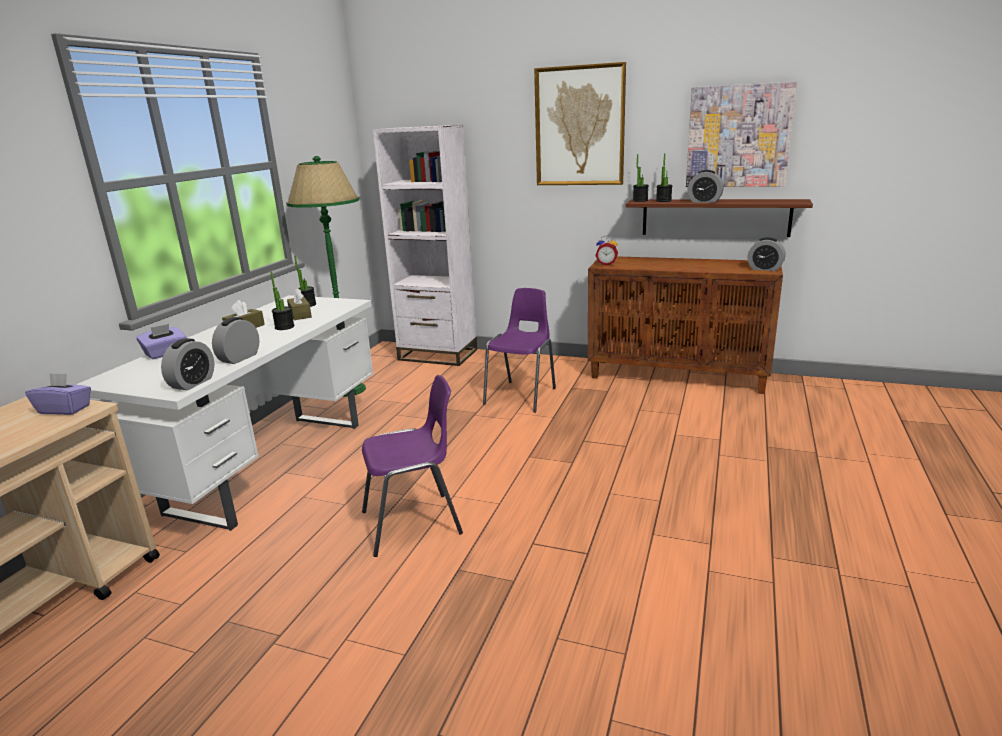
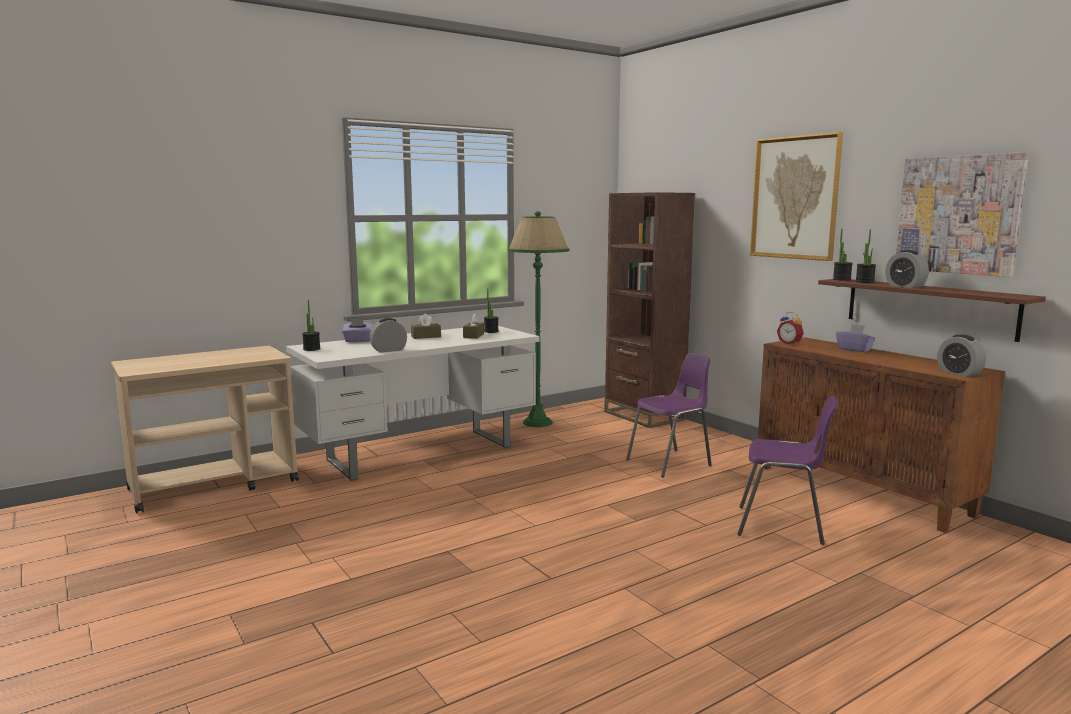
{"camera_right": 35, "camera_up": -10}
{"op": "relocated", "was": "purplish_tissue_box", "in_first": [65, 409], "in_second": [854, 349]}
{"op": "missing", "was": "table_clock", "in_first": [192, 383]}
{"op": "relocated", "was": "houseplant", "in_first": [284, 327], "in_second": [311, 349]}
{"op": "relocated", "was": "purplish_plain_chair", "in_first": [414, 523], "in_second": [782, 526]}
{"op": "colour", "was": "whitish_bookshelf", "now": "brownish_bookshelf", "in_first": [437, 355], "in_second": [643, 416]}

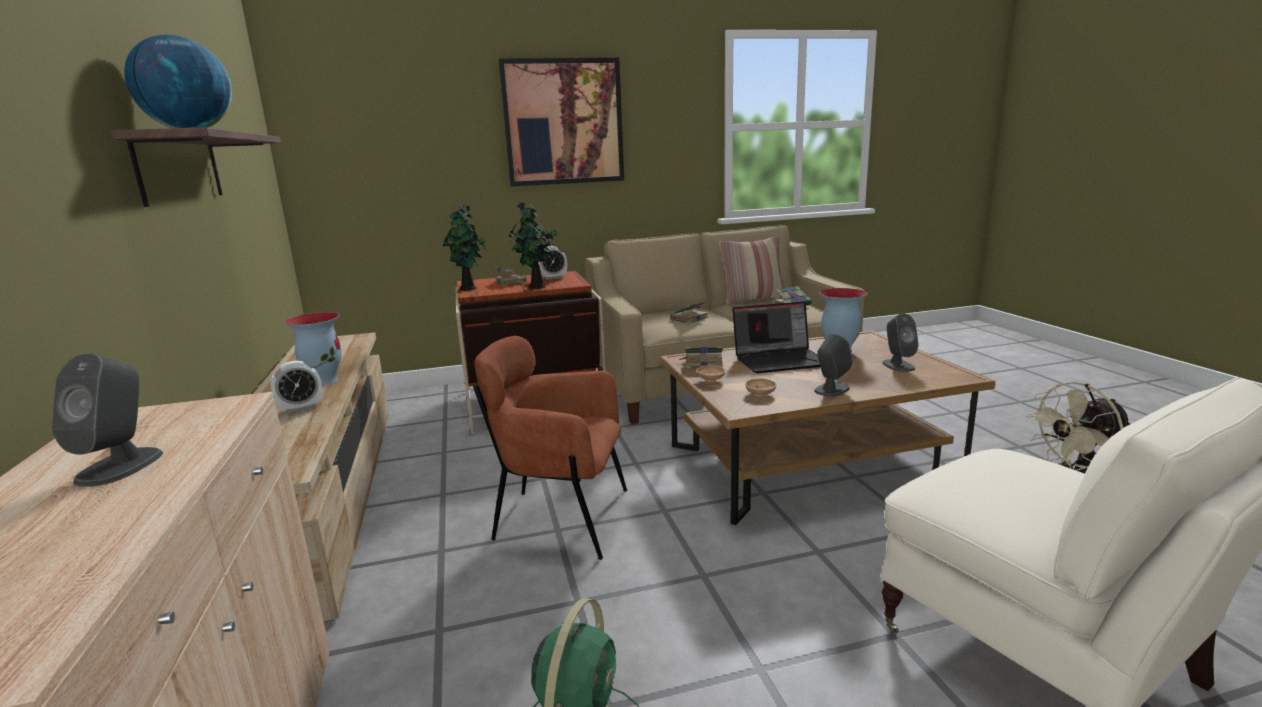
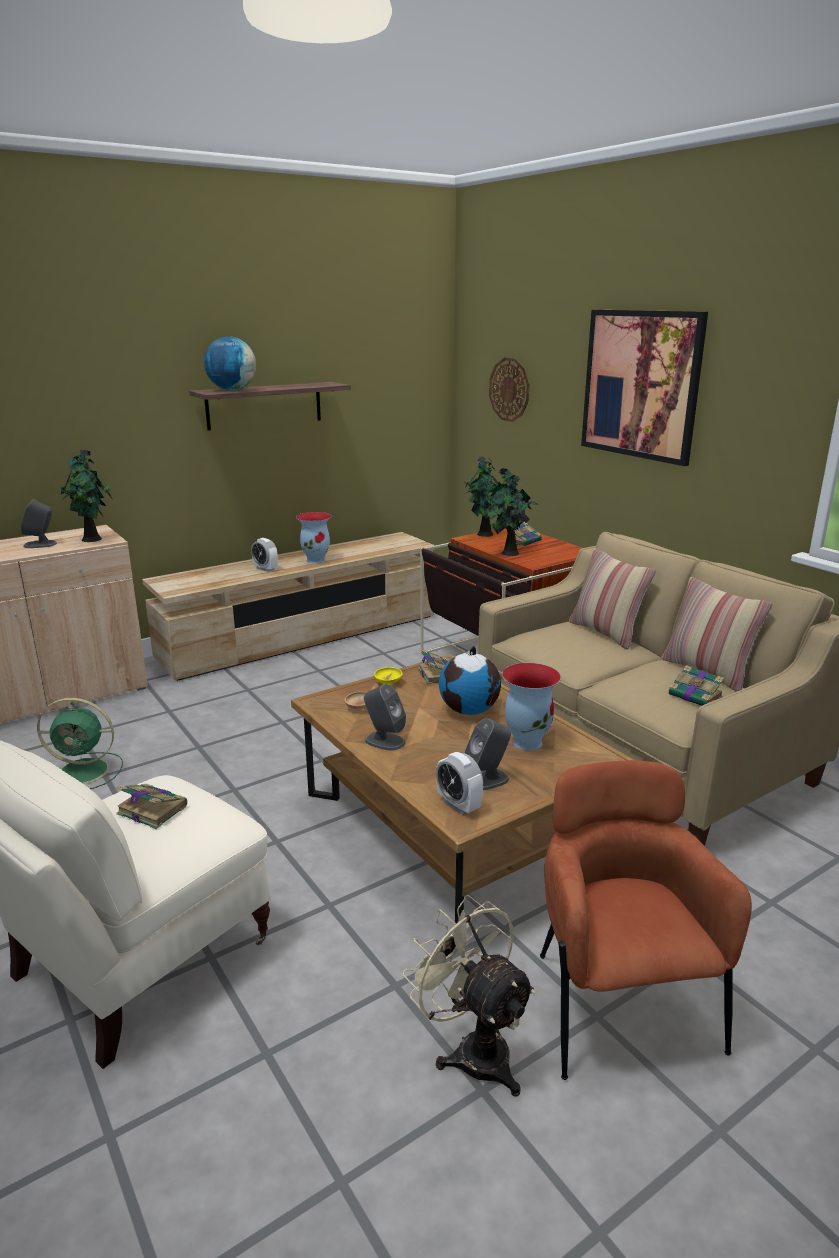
{"camera_right": 70, "camera_up": 5}
{"op": "relocated", "was": "brownish_lounge_chair", "in_first": [561, 518], "in_second": [617, 1004]}
{"op": "relocated", "was": "table_clock", "in_first": [553, 278], "in_second": [458, 805]}
{"op": "relocated", "was": "bound_book", "in_first": [688, 319], "in_second": [151, 809]}
{"op": "colour", "was": "brownish_serving_bowl", "now": "yellowish_serving_bowl", "in_first": [711, 380], "in_second": [388, 682]}
{"op": "exchanged", "was": "laptop", "now": "desk_globe", "in_first": [780, 360], "in_second": [469, 711]}
{"op": "appeared", "now": "houseplant", "in_second": [93, 539]}
{"op": "appeared", "now": "wall_clock", "in_second": [509, 389]}
{"op": "appeared", "now": "pillow", "in_second": [606, 633]}

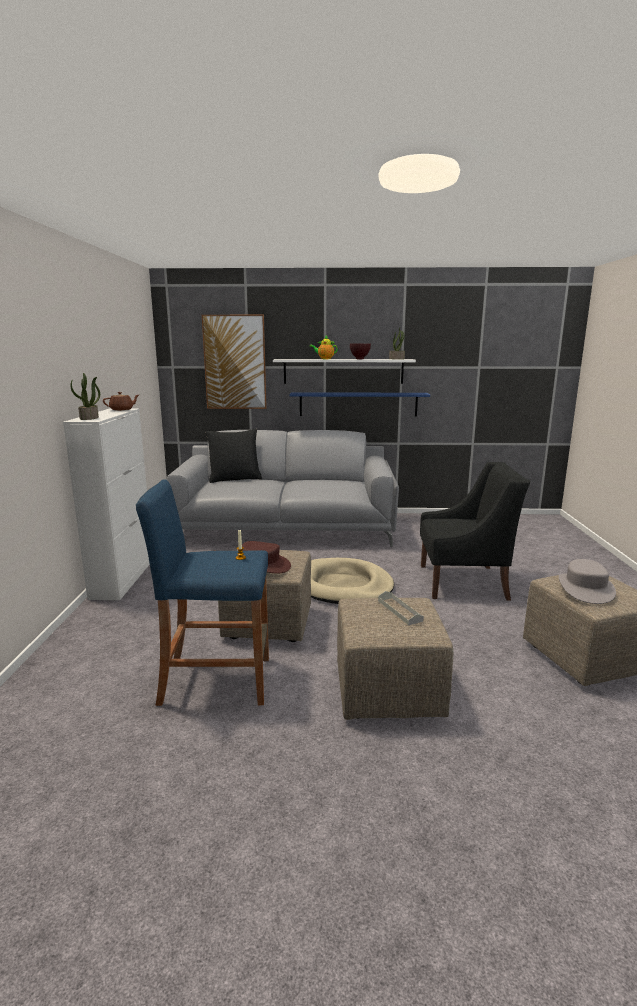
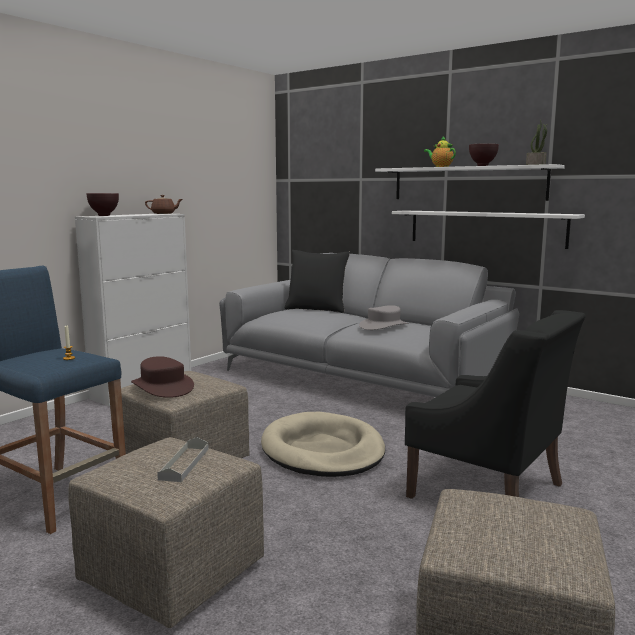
{"camera_right": 35, "camera_up": -5}
{"op": "exchanged", "was": "houseplant", "now": "brownish_serving_bowl", "in_first": [89, 418], "in_second": [103, 215]}
{"op": "missing", "was": "wall_picture", "in_first": [235, 362]}
{"op": "colour", "was": "blue-coloured_bracket_shelf", "now": "whitish_bracket_shelf", "in_first": [358, 404], "in_second": [485, 228]}
{"op": "relocated", "was": "grey_wearable_hat", "in_first": [585, 588], "in_second": [383, 326]}

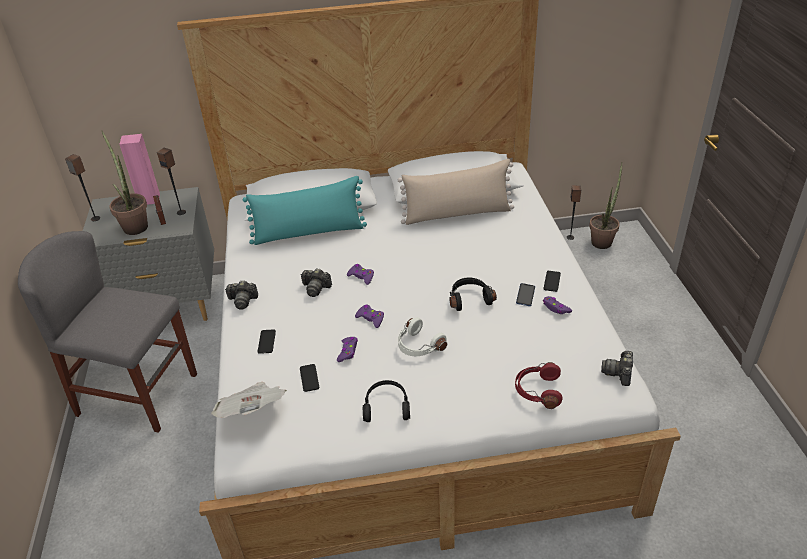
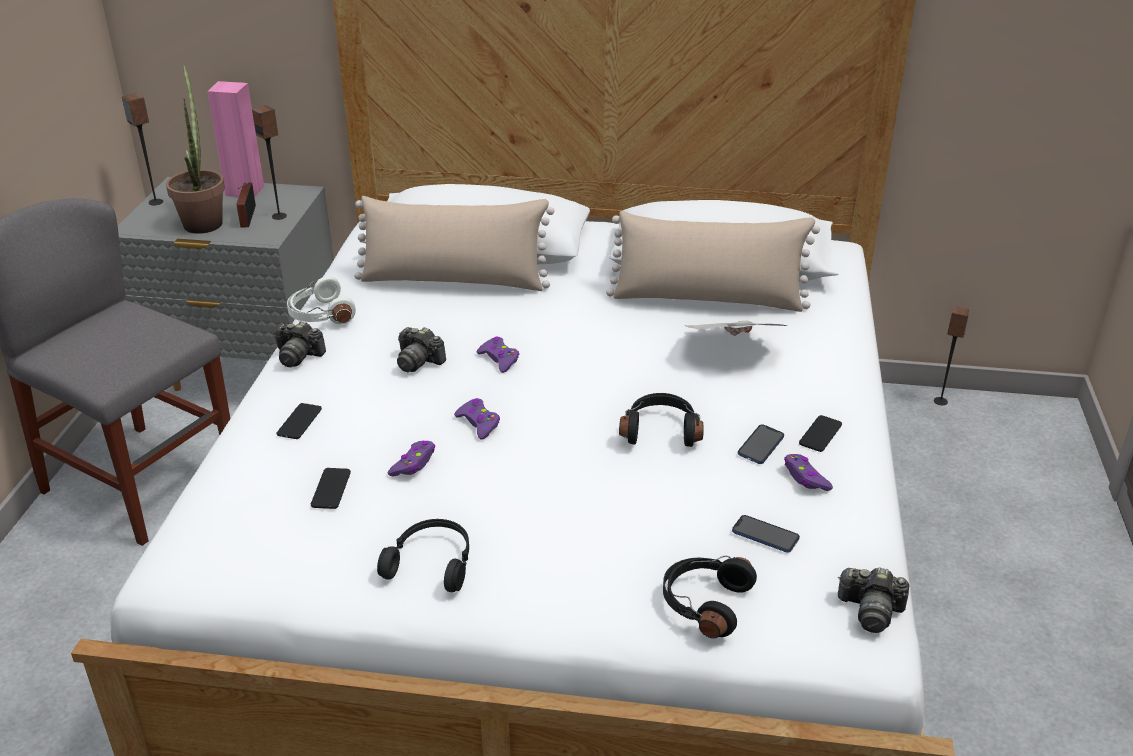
{"camera_right": 15, "camera_up": -5}
{"op": "relocated", "was": "printed_paper", "in_first": [253, 412], "in_second": [732, 349]}
{"op": "colour", "was": "turquoise-coloured_pillow", "now": "sand-coloured_pillow", "in_first": [309, 233], "in_second": [454, 281]}
{"op": "relocated", "was": "whitish_pair_of_headphones", "in_first": [418, 346], "in_second": [320, 315]}
{"op": "colour", "was": "red_pair_of_headphones", "now": "blackish_pair_of_headphones", "in_first": [537, 391], "in_second": [704, 603]}
{"op": "missing", "was": "houseplant", "in_first": [603, 240]}
{"op": "spun", "was": "photo_camera", "in_first": [619, 373], "in_second": [870, 611], "clockwise": -105}
{"op": "appeared", "now": "handset", "in_second": [765, 535]}

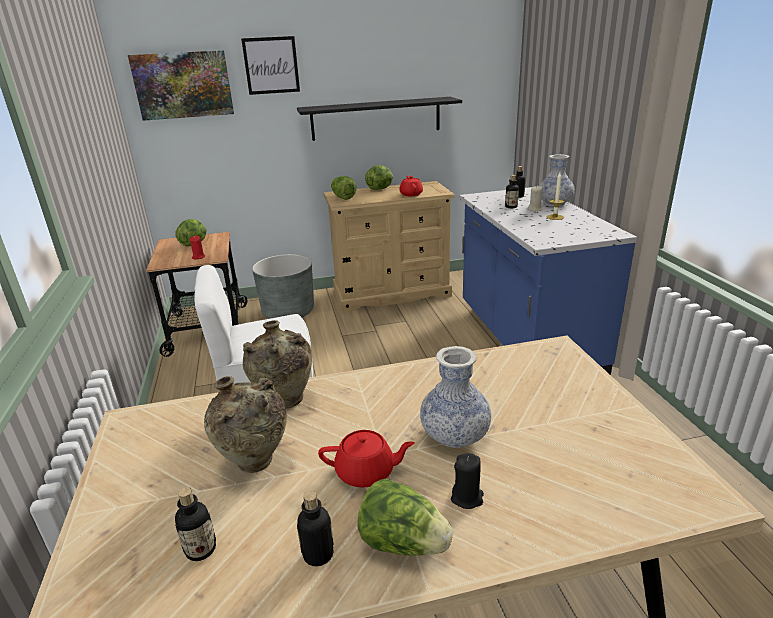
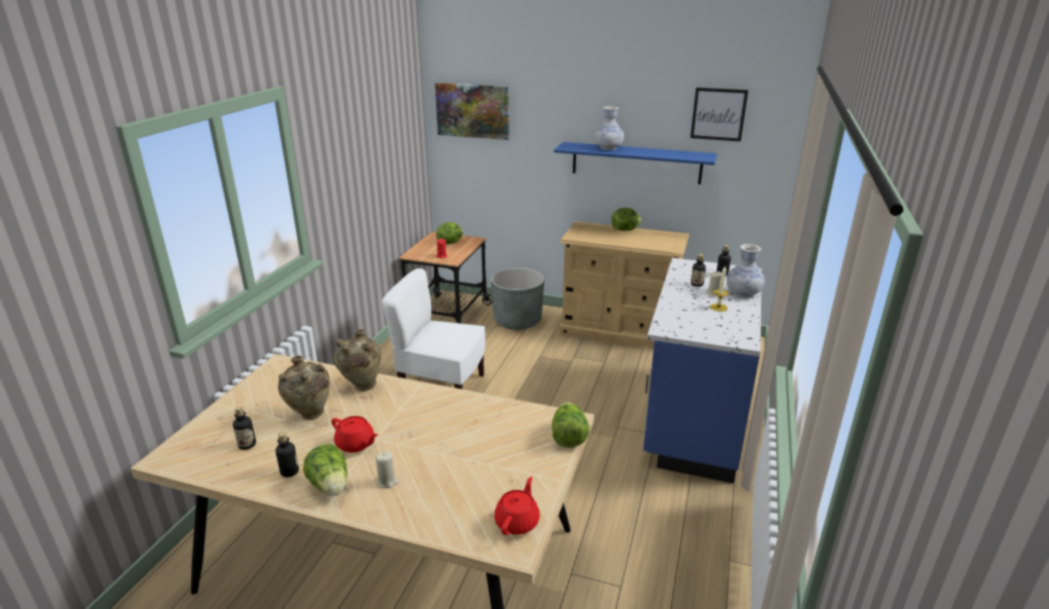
{"camera_right": 30, "camera_up": 0}
{"op": "relocated", "was": "wall_picture", "in_first": [271, 65], "in_second": [718, 114]}
{"op": "colour", "was": "blackish_bracket_shelf", "now": "blue-coloured_bracket_shelf", "in_first": [376, 118], "in_second": [636, 163]}
{"op": "relocated", "was": "lettuce_head", "in_first": [343, 197], "in_second": [568, 437]}
{"op": "relocated", "was": "red_tea_pot", "in_first": [411, 194], "in_second": [517, 521]}
{"op": "relocated", "was": "vase", "in_first": [455, 435], "in_second": [608, 148]}
{"op": "colour", "was": "blackish_candle", "now": "sand-coloured_candle", "in_first": [467, 498], "in_second": [387, 481]}

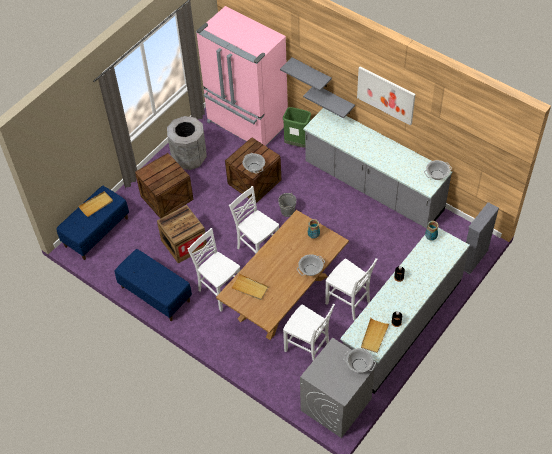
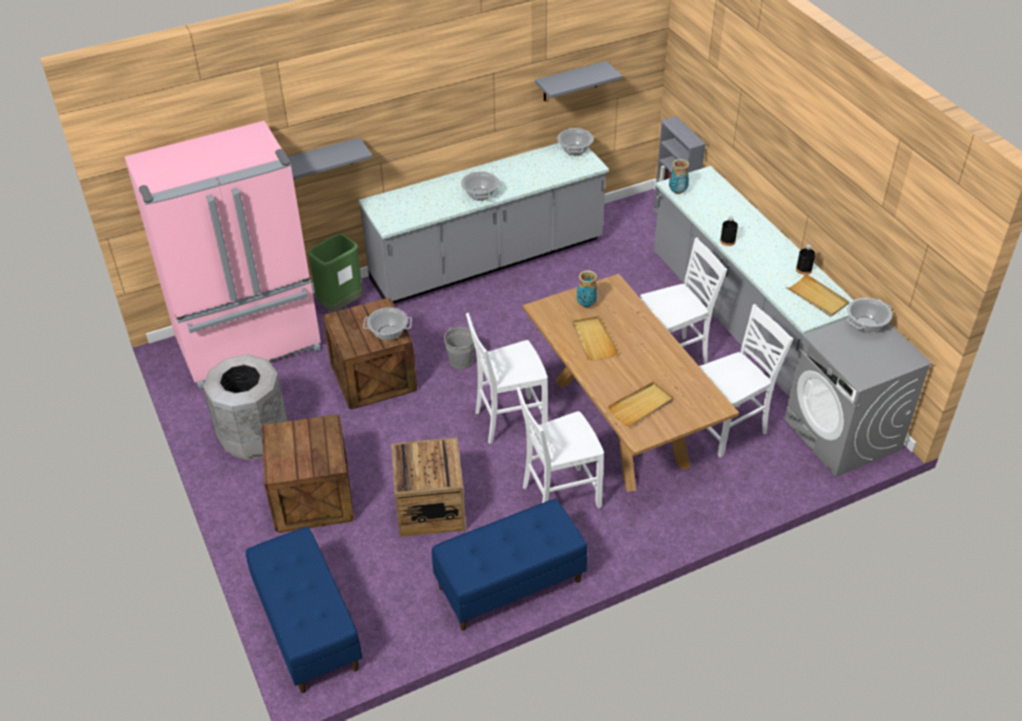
{"camera_right": -65, "camera_up": -10}
{"op": "relocated", "was": "sand-coloured_serving_tray", "in_first": [96, 205], "in_second": [593, 340]}
{"op": "relocated", "was": "saucepot", "in_first": [310, 270], "in_second": [480, 195]}
{"op": "relocated", "was": "grey_bracket_shelf", "in_first": [334, 99], "in_second": [570, 81]}
{"op": "missing", "was": "wall_picture", "in_first": [386, 95]}

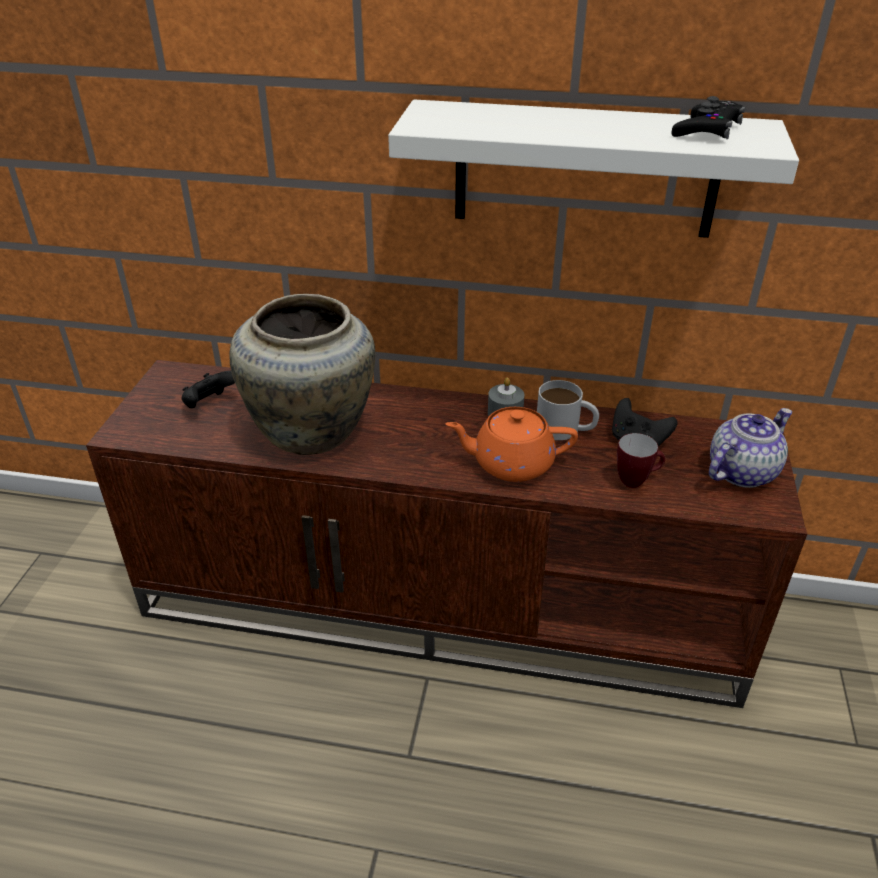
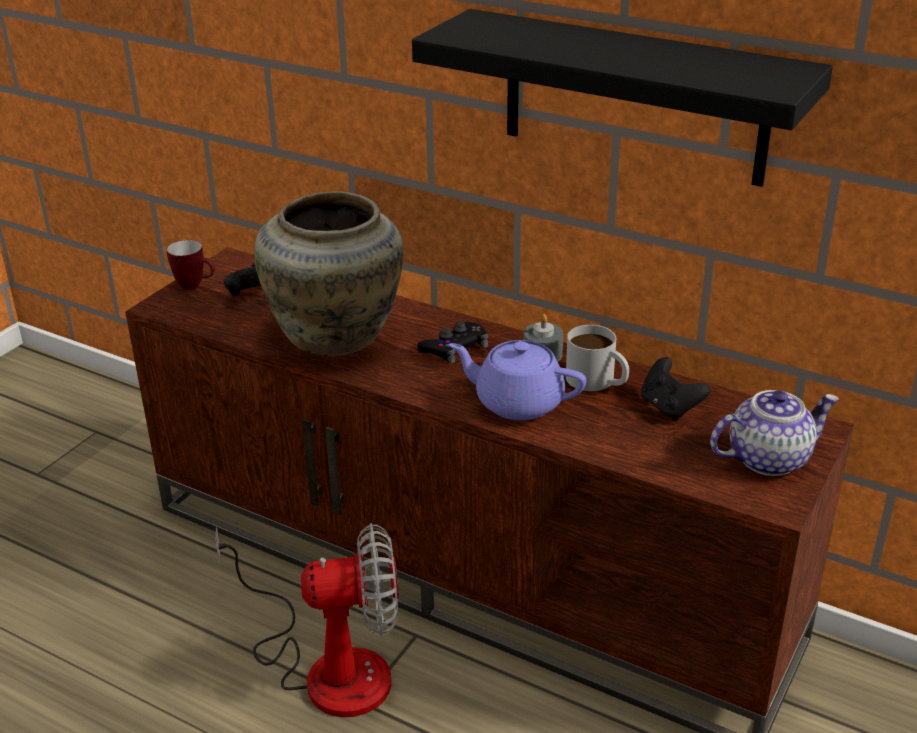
{"camera_right": 20, "camera_up": -5}
{"op": "colour", "was": "whitish_bracket_shelf", "now": "blackish_bracket_shelf", "in_first": [585, 170], "in_second": [634, 98]}
{"op": "colour", "was": "orange_tea_pot", "now": "purplish_tea_pot", "in_first": [511, 463], "in_second": [517, 402]}
{"op": "relocated", "was": "tea_mug", "in_first": [636, 480], "in_second": [195, 285]}
{"op": "relocated", "was": "blackish_game_controller", "in_first": [707, 130], "in_second": [454, 348]}
{"op": "appeared", "now": "fan", "in_second": [327, 666]}

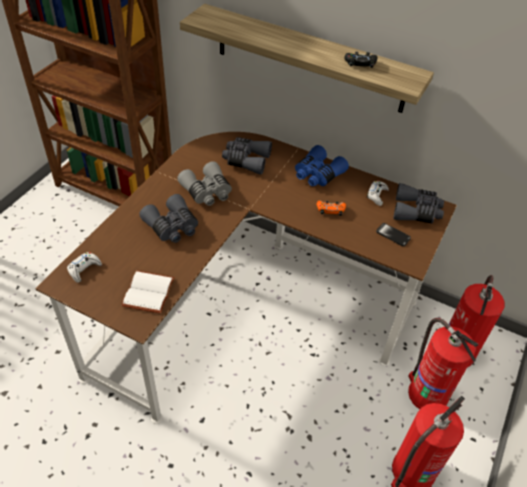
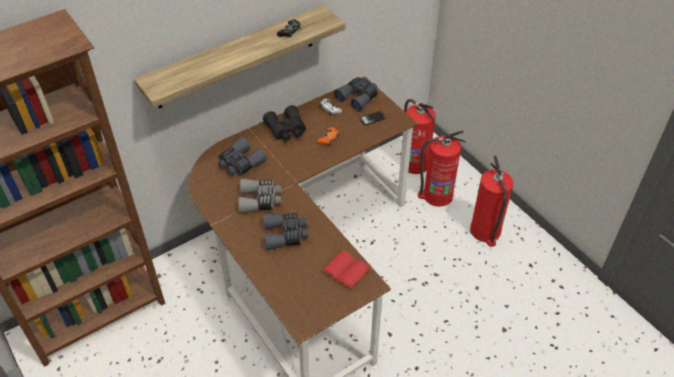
{"camera_right": -60, "camera_up": 0}
{"op": "missing", "was": "whitish_game_controller", "in_first": [84, 269]}
{"op": "colour", "was": "whitish_bound_book", "now": "red_bound_book", "in_first": [149, 293], "in_second": [347, 270]}
{"op": "colour", "was": "blue-coloured_field_glasses", "now": "blackish_field_glasses", "in_first": [317, 174], "in_second": [286, 130]}

